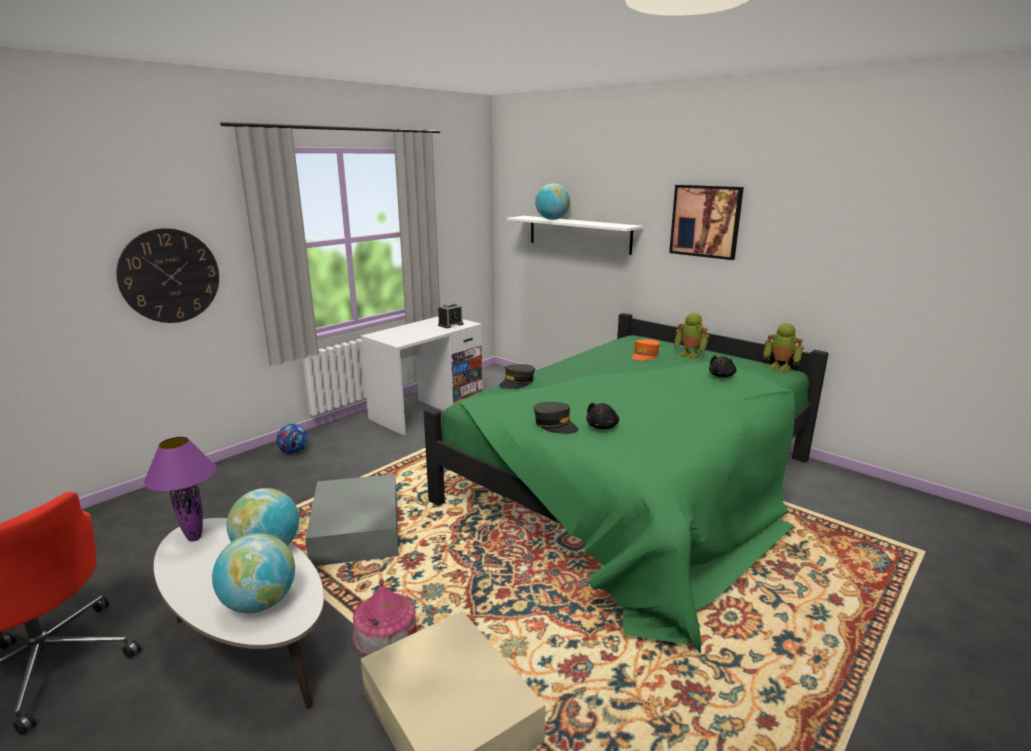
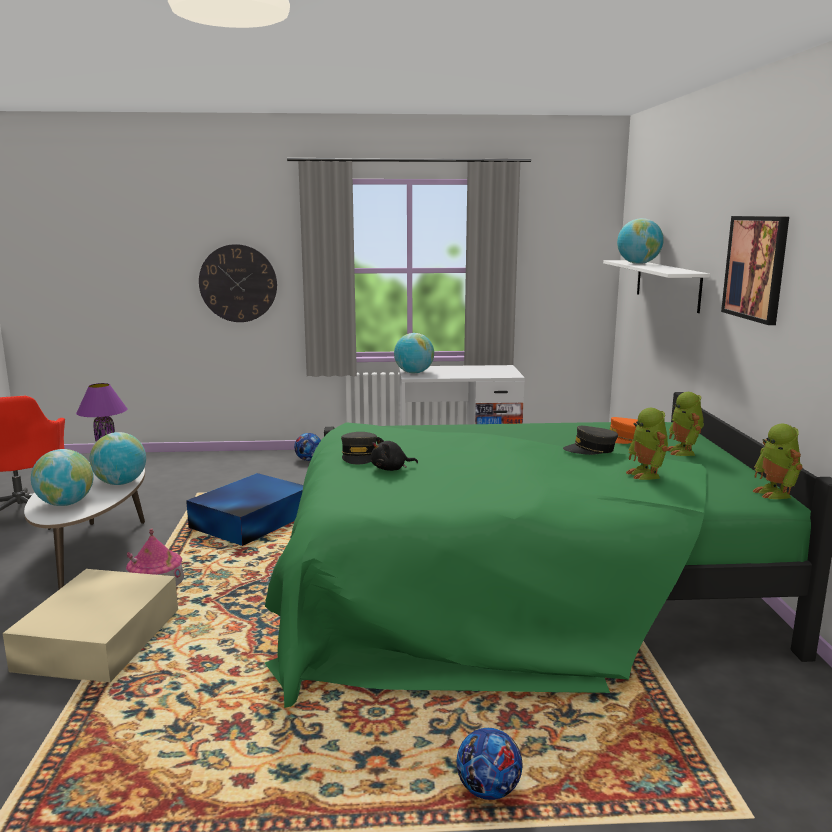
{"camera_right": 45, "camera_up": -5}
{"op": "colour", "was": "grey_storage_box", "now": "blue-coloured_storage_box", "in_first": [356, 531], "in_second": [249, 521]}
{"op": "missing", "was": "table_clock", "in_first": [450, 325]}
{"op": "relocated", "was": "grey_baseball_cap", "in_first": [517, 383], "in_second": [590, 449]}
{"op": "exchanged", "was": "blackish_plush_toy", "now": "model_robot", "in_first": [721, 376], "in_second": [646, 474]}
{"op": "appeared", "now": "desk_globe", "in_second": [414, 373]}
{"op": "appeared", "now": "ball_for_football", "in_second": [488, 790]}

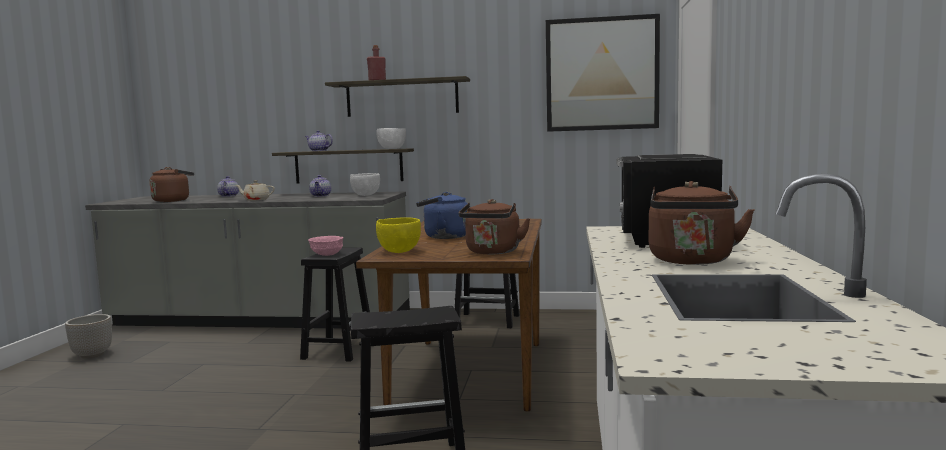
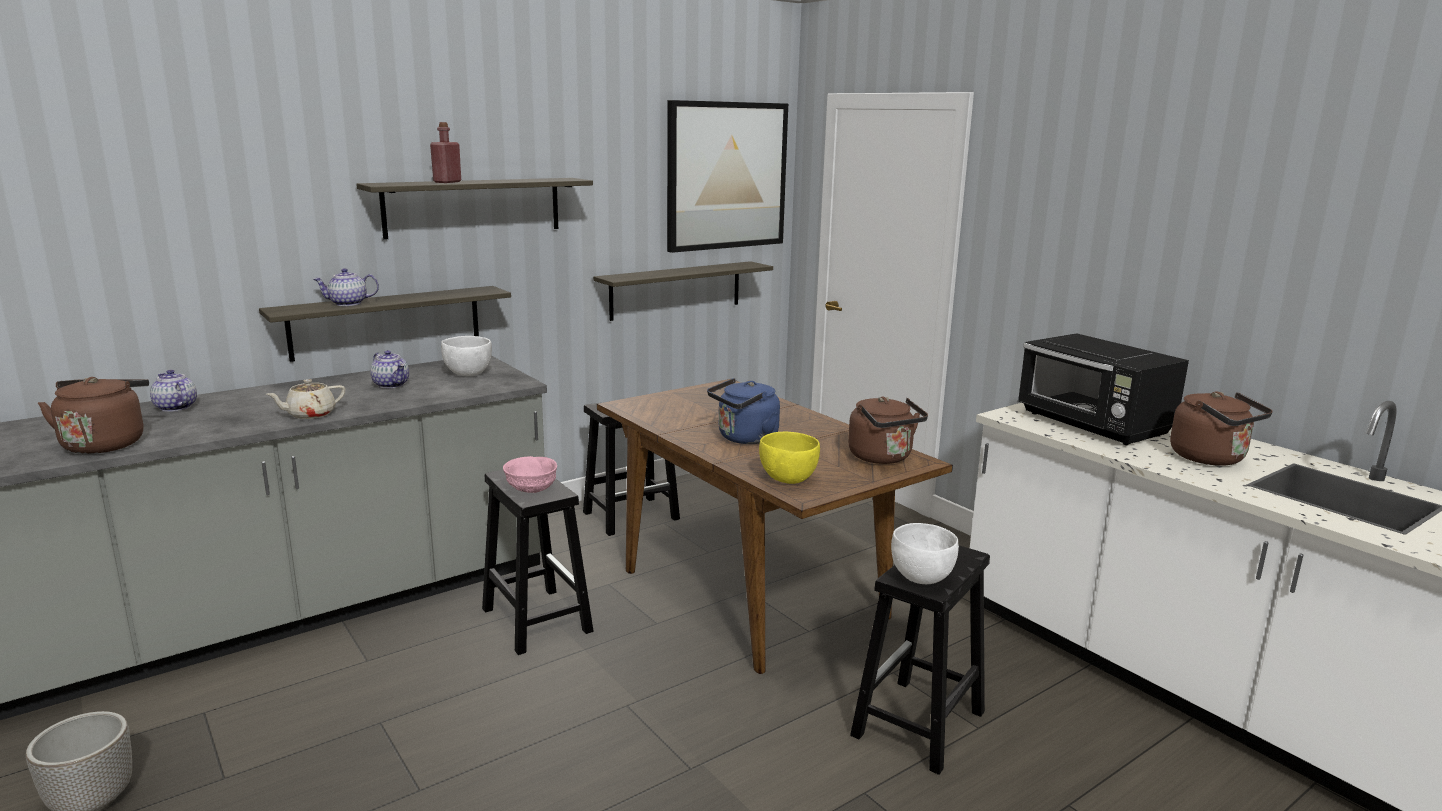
{"camera_right": -45, "camera_up": 10}
{"op": "relocated", "was": "whitish_serving_bowl", "in_first": [391, 148], "in_second": [921, 578]}
{"op": "appeared", "now": "bracket_shelf", "in_second": [676, 290]}

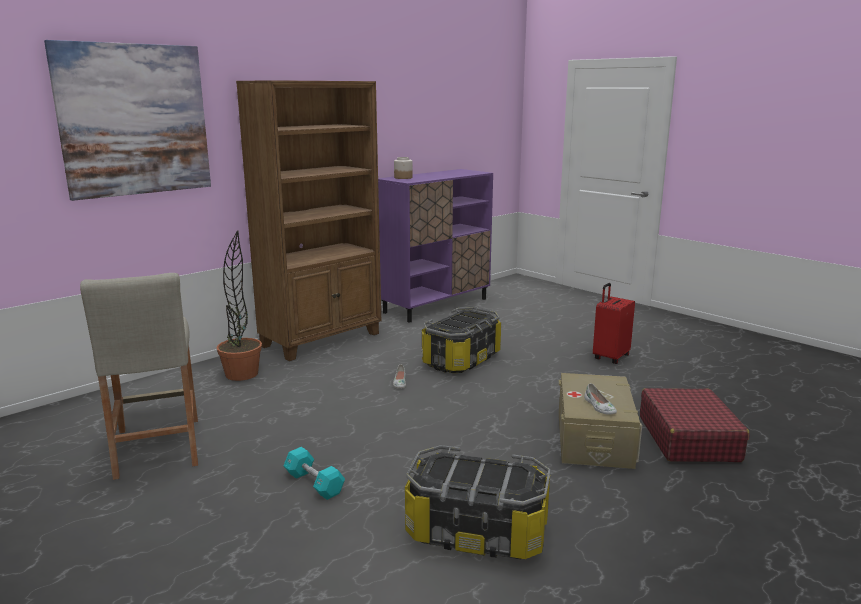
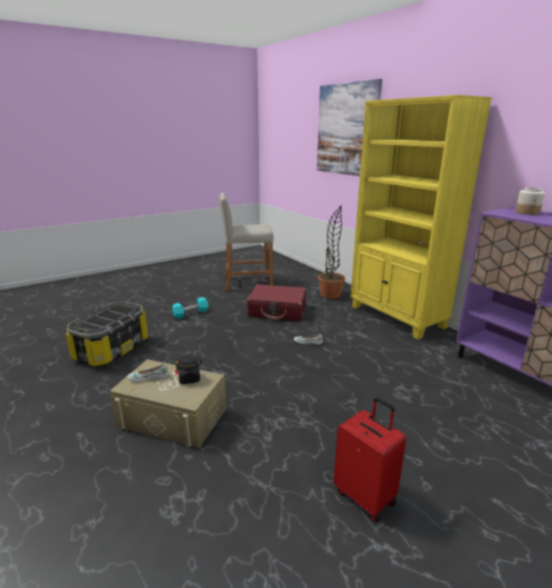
{"camera_right": 100, "camera_up": 5}
{"op": "colour", "was": "brownish_bookshelf", "now": "yellowish_bookshelf", "in_first": [322, 340], "in_second": [396, 317]}
{"op": "missing", "was": "storage_box", "in_first": [461, 359]}
{"op": "relocated", "was": "red_piece_of_luggage", "in_first": [688, 438], "in_second": [277, 311]}
{"op": "appeared", "now": "blackish_storage_jar", "in_second": [189, 378]}

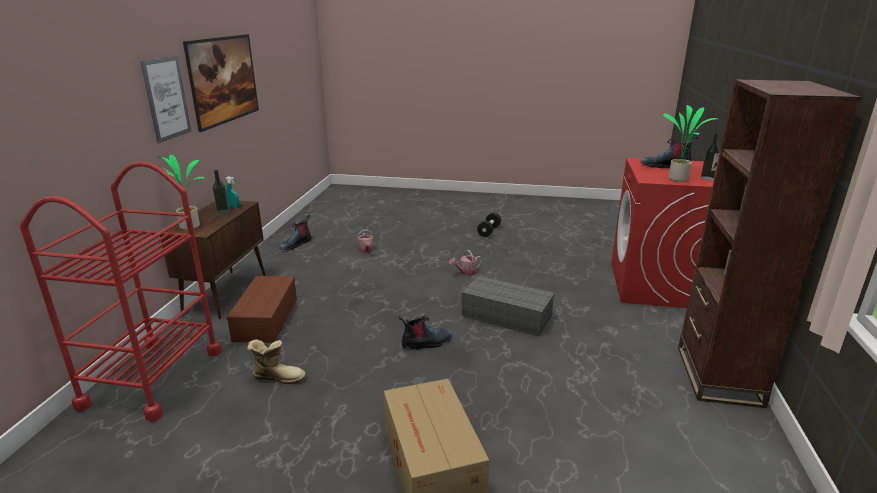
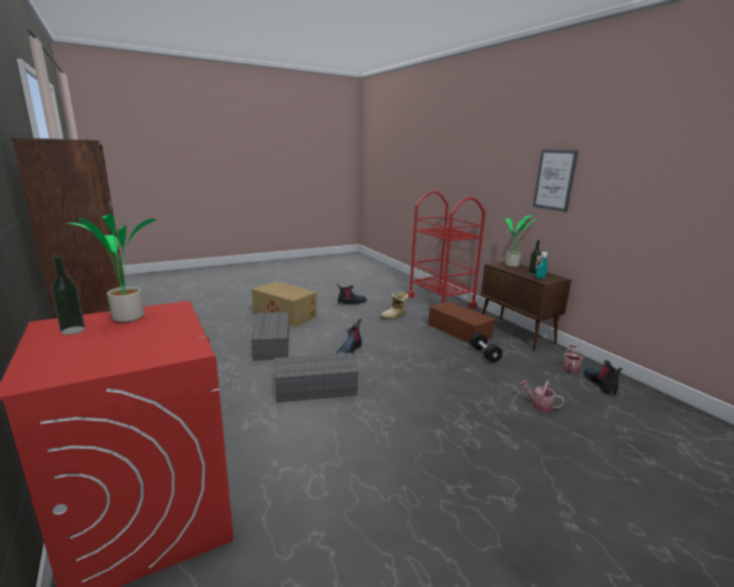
{"camera_right": 140, "camera_up": -5}
{"op": "missing", "was": "wall_picture", "in_first": [227, 100]}
{"op": "relocated", "was": "sprinkling_can", "in_first": [466, 272], "in_second": [570, 368]}
{"op": "relocated", "was": "blackish_dumbbell", "in_first": [489, 231], "in_second": [484, 354]}
{"op": "relocated", "was": "boot", "in_first": [665, 166], "in_second": [351, 302]}
{"op": "appeared", "now": "grey_storage_box", "in_second": [272, 345]}

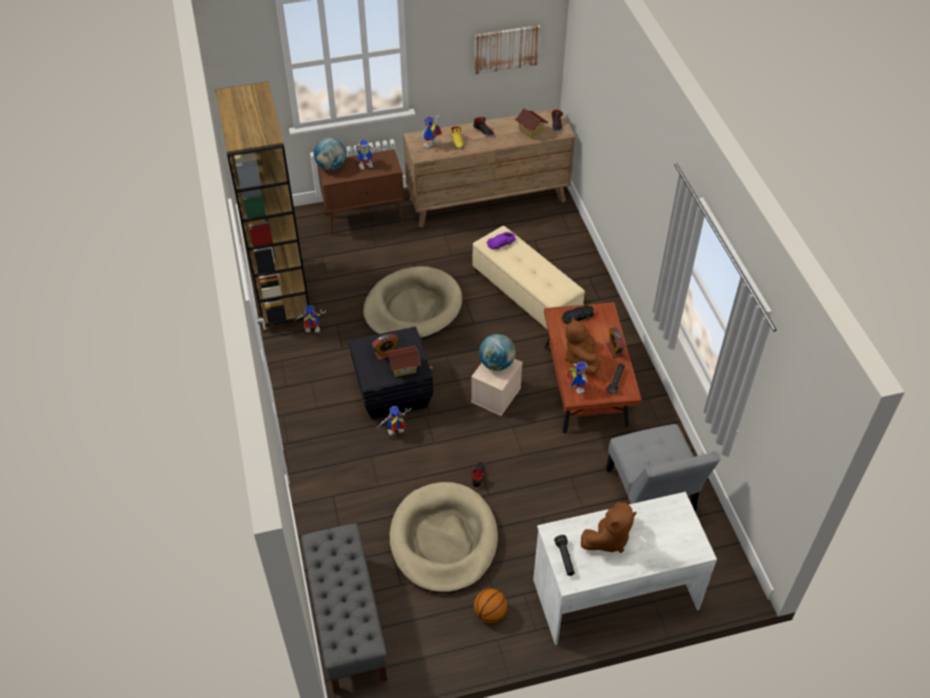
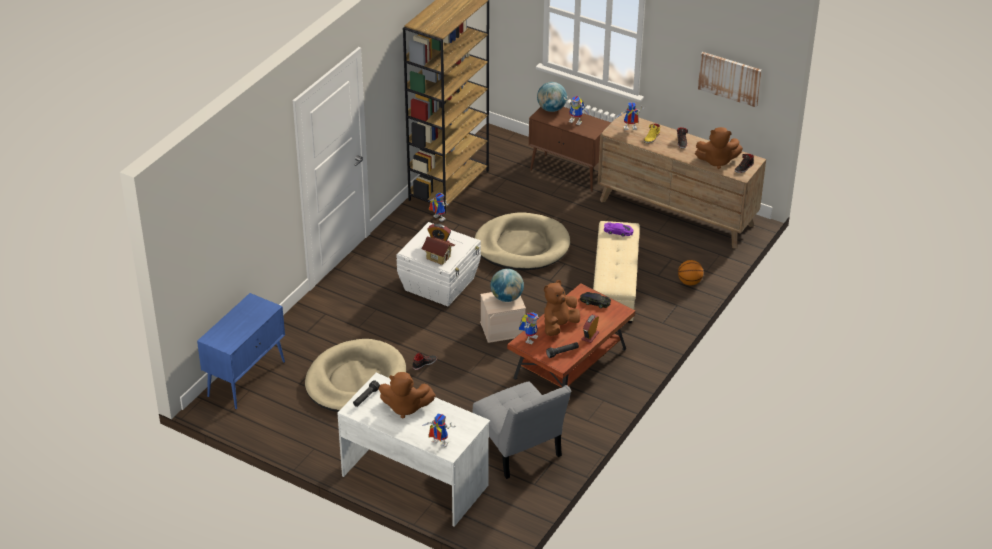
{"camera_right": 45, "camera_up": -10}
{"op": "exchanged", "was": "grey_long_seat", "now": "blue-coloured_cabinet", "in_first": [347, 621], "in_second": [247, 378]}
{"op": "colour", "was": "blackish_storage_box", "now": "whitish_storage_box", "in_first": [393, 391], "in_second": [440, 284]}
{"op": "relocated", "was": "model_robot", "in_first": [395, 433], "in_second": [437, 444]}
{"op": "relocated", "was": "basketball", "in_first": [490, 613], "in_second": [689, 282]}
{"op": "exchanged", "was": "toy_house", "now": "brownish_plush_toy", "in_first": [530, 131], "in_second": [717, 161]}
{"op": "spun", "was": "grey_plain_chair", "in_first": [651, 494], "in_second": [519, 451], "clockwise": -60}

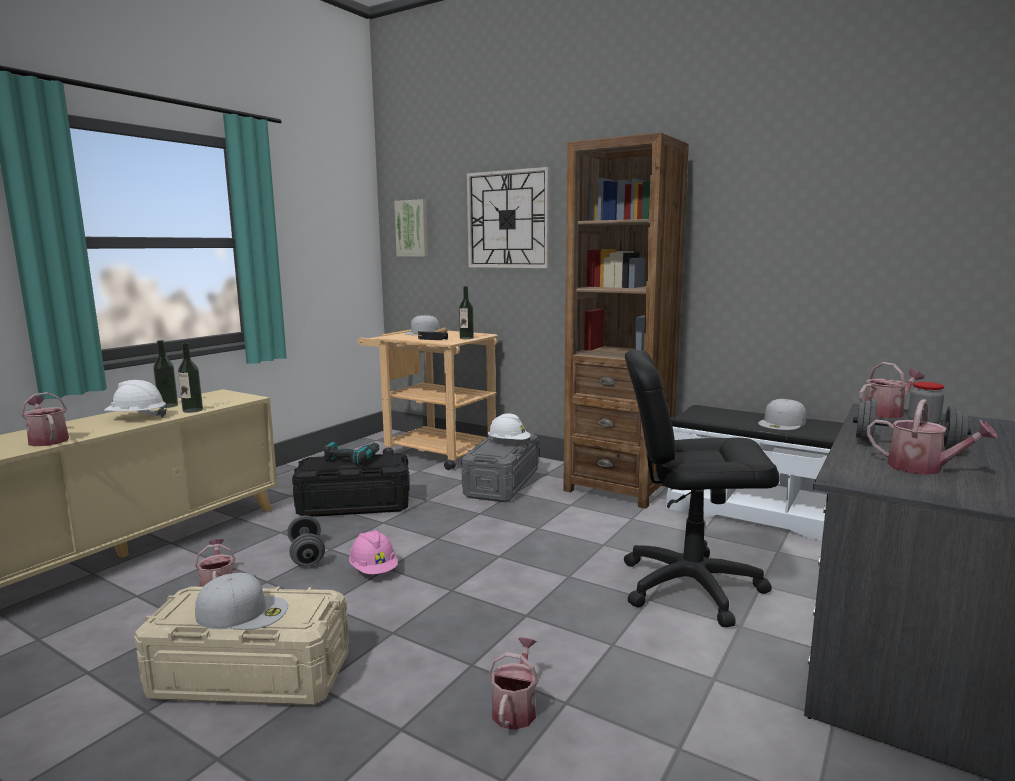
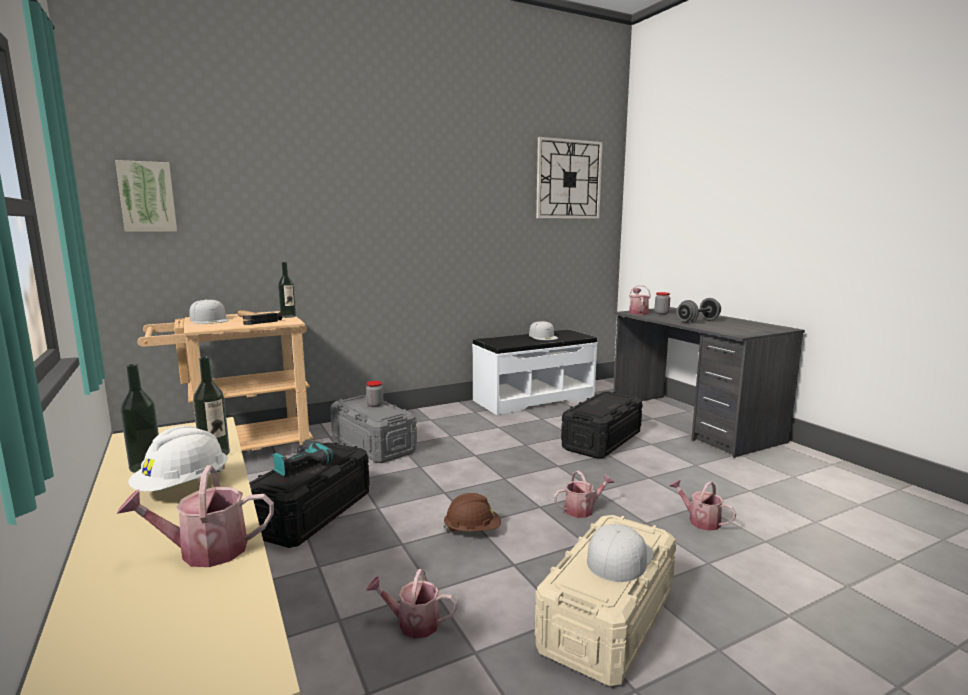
{"camera_right": -60, "camera_up": 0}
{"op": "missing", "was": "grey_dumbbell", "in_first": [306, 555]}
{"op": "colour", "was": "pink_work_helmet", "now": "brownish_work_helmet", "in_first": [374, 570], "in_second": [472, 530]}
{"op": "relocated", "was": "wall_clock", "in_first": [508, 219], "in_second": [568, 179]}
{"op": "exchanged", "was": "whitish_work_helmet", "now": "storage_jar", "in_first": [509, 443], "in_second": [375, 405]}
{"op": "missing", "was": "brownish_bookshelf", "in_first": [618, 487]}
{"op": "exchanged", "was": "blackish_office_chair", "now": "blackish_storage_box", "in_first": [690, 586], "in_second": [601, 440]}
{"op": "relocated", "was": "sprinkling_can", "in_first": [923, 468], "in_second": [582, 510]}

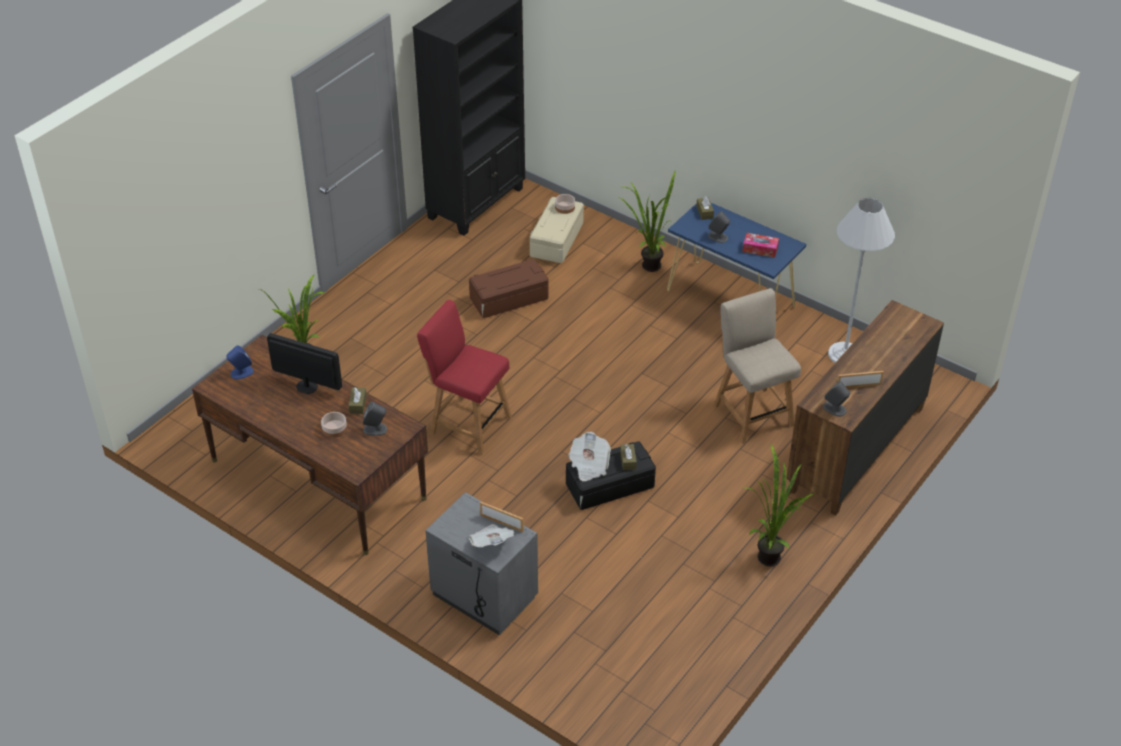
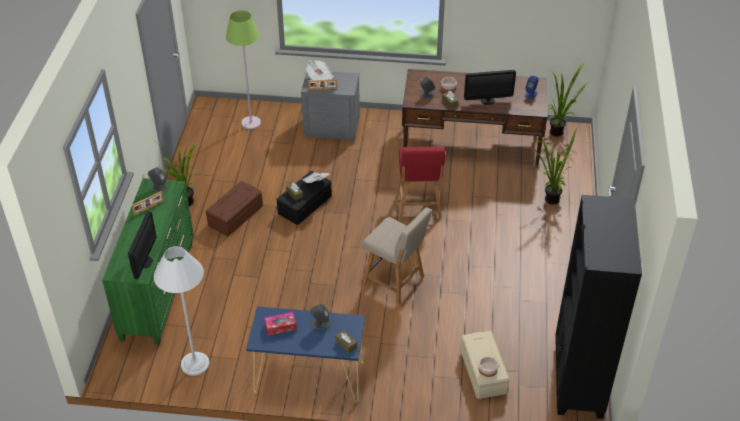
{"camera_right": 150, "camera_up": 0}
{"op": "spun", "was": "red_plain_chair", "in_first": [467, 424], "in_second": [419, 206], "clockwise": 90}
{"op": "relocated", "was": "brownish_storage_box", "in_first": [509, 299], "in_second": [235, 215]}
{"op": "relocated", "was": "houseplant", "in_first": [647, 265], "in_second": [559, 132]}
{"op": "relocated", "was": "sand-coloured_plain_chair", "in_first": [751, 412], "in_second": [395, 282]}
{"op": "colour", "was": "brownish_chest_of_drawers", "now": "green_chest_of_drawers", "in_first": [855, 449], "in_second": [158, 290]}
{"op": "appeared", "now": "computer_screen", "in_second": [144, 262]}
{"op": "appeared", "now": "green_standard_lamp", "in_second": [251, 123]}

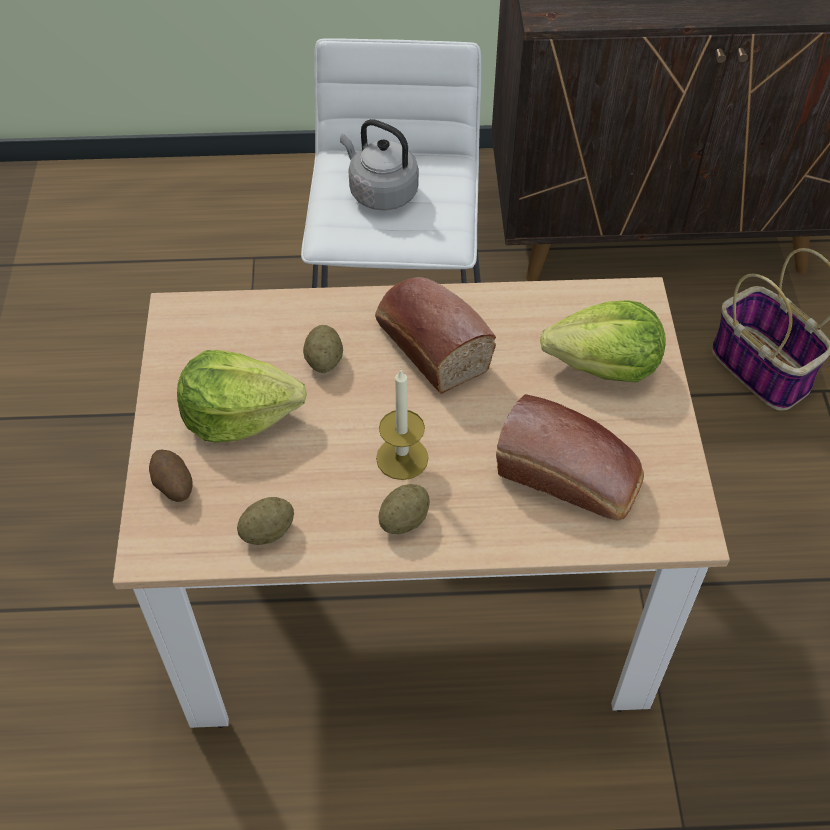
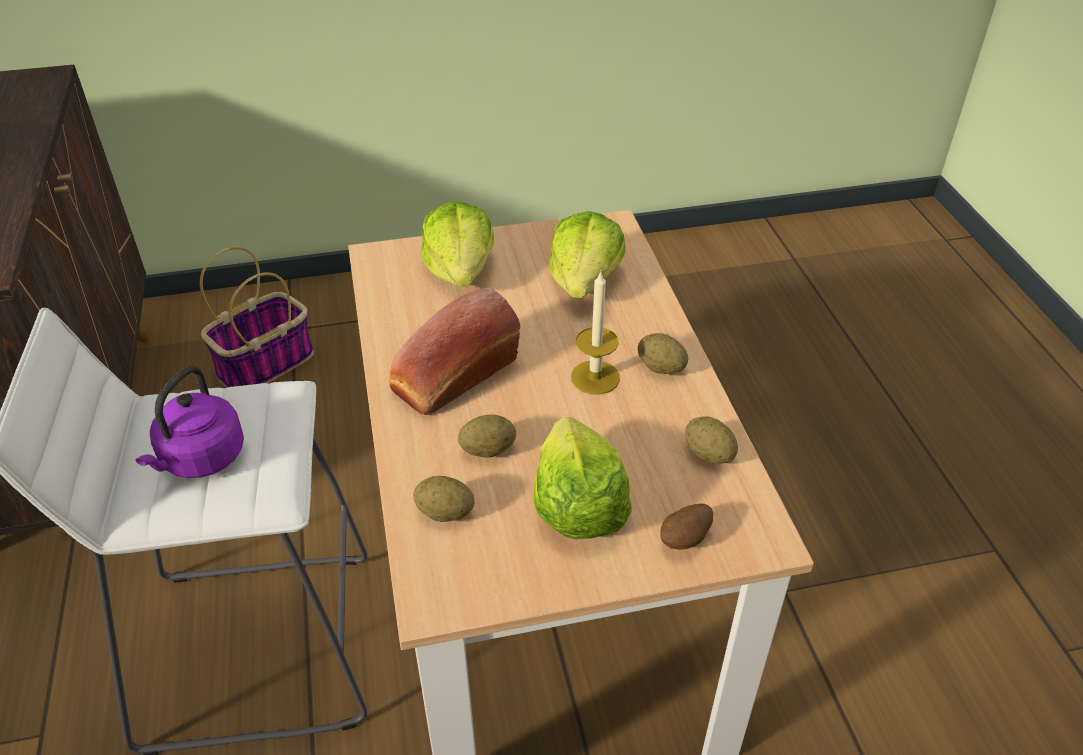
{"camera_right": -100, "camera_up": -10}
{"op": "colour", "was": "grey_tea_kettle", "now": "purplish_tea_kettle", "in_first": [380, 192], "in_second": [200, 459]}
{"op": "exchanged", "was": "baked_bread", "now": "lettuce_head", "in_first": [572, 478], "in_second": [585, 280]}
{"op": "appeared", "now": "spud", "in_second": [445, 512]}

